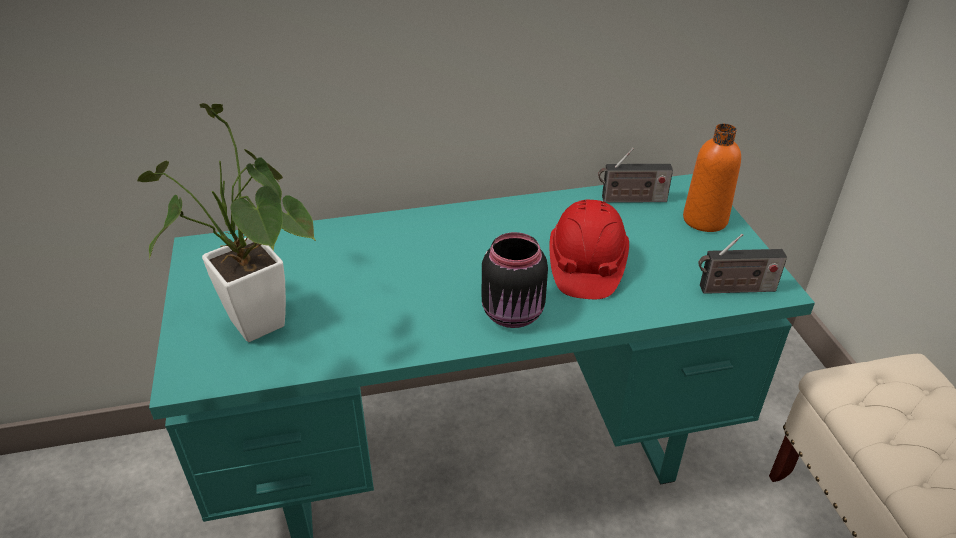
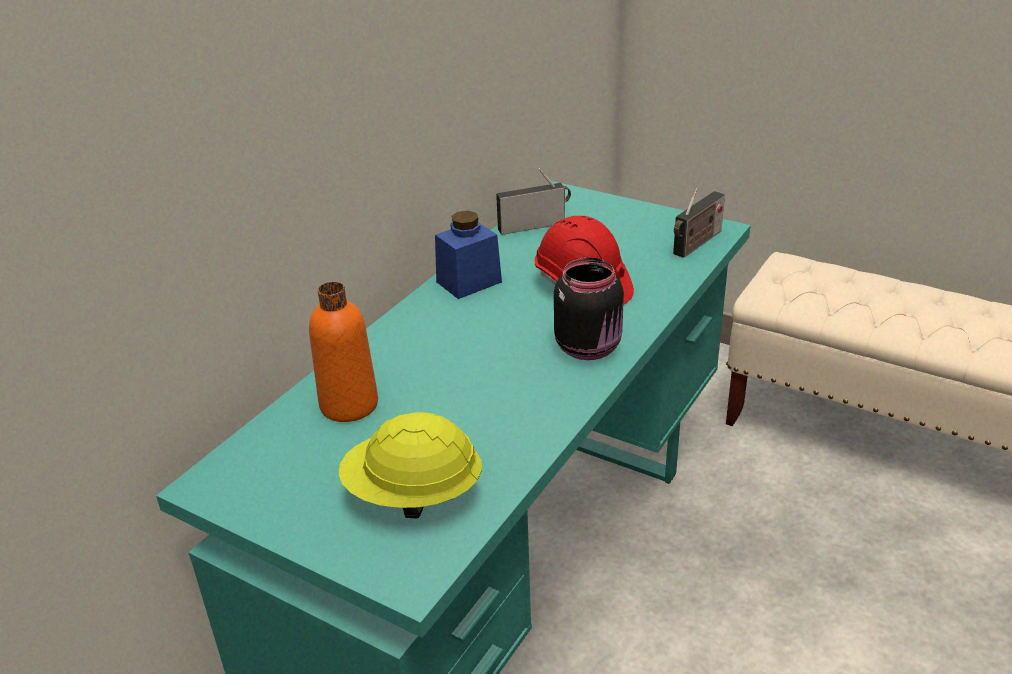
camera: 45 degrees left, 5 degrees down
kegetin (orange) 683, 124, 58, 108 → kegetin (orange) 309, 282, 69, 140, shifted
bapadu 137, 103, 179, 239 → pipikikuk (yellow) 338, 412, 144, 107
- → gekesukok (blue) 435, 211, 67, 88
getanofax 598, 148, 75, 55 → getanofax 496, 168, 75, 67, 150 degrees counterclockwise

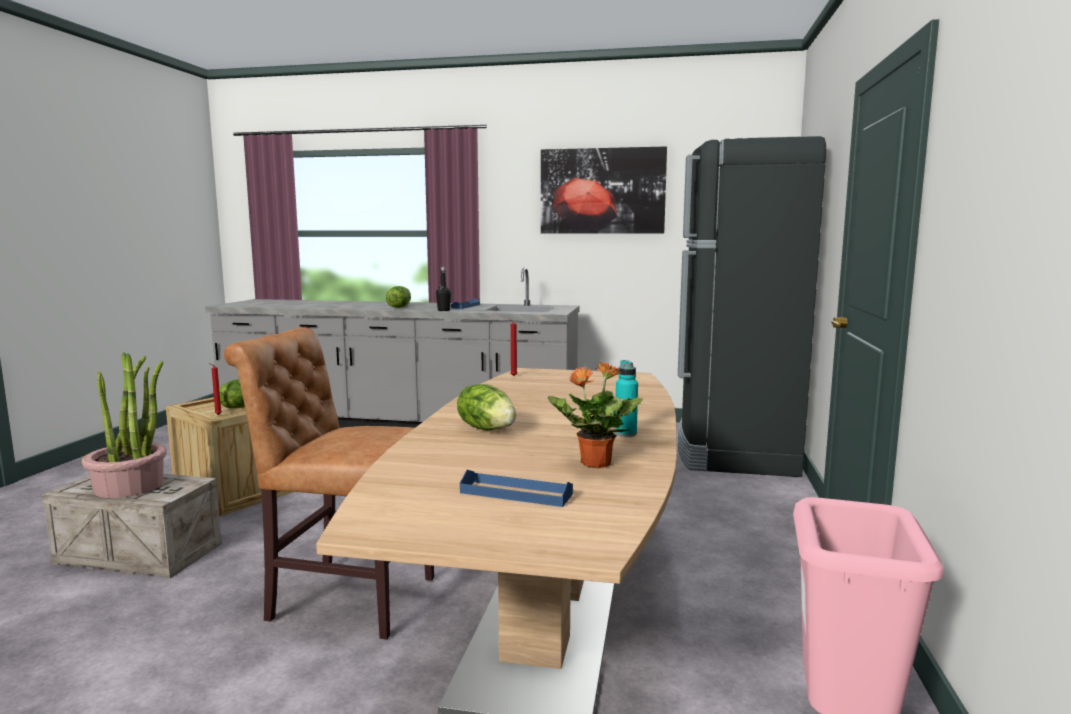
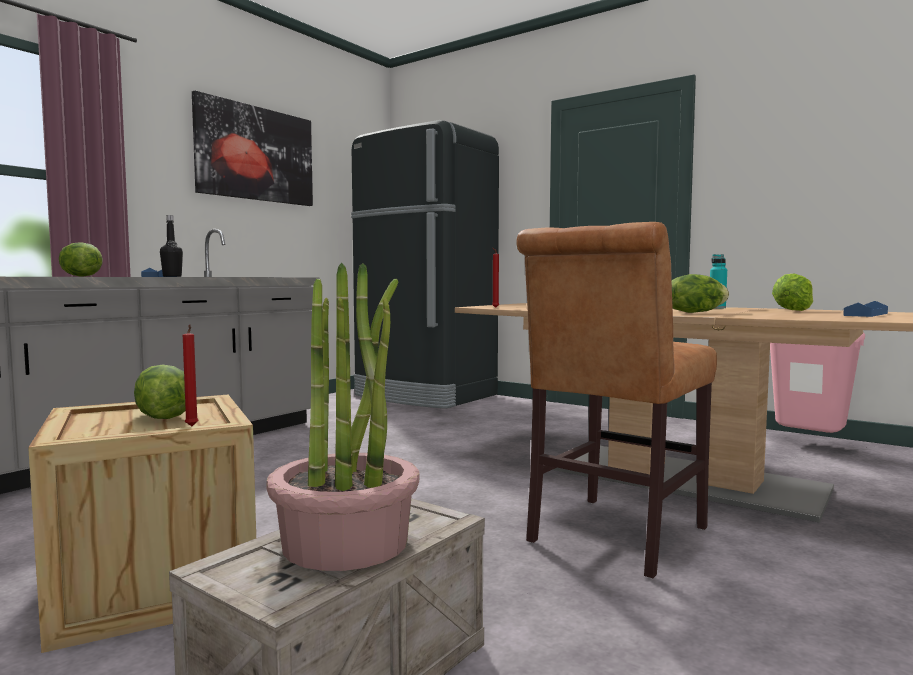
camera: 65 degrees left, 5 degrees down
bapadu 548, 362, 95, 106 → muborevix 772, 274, 41, 37

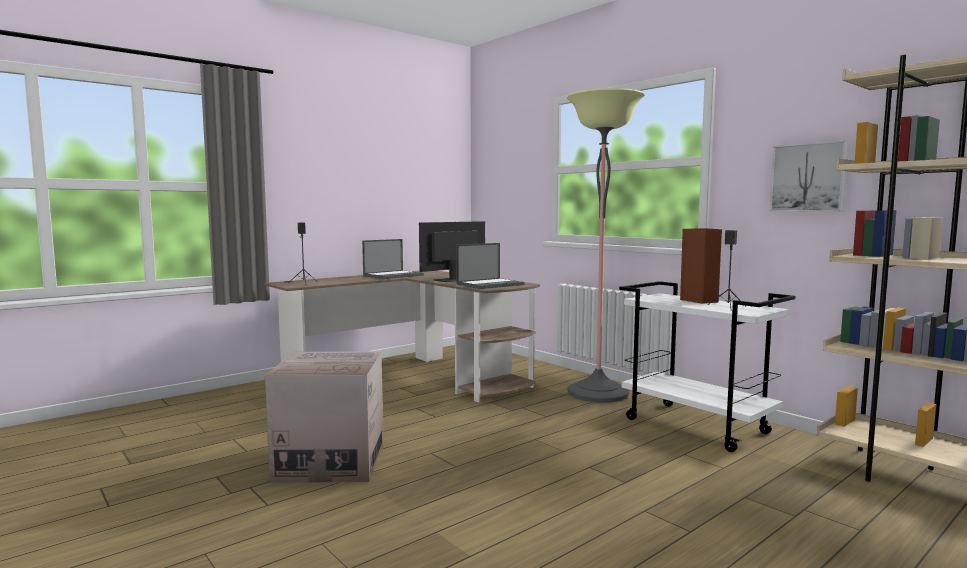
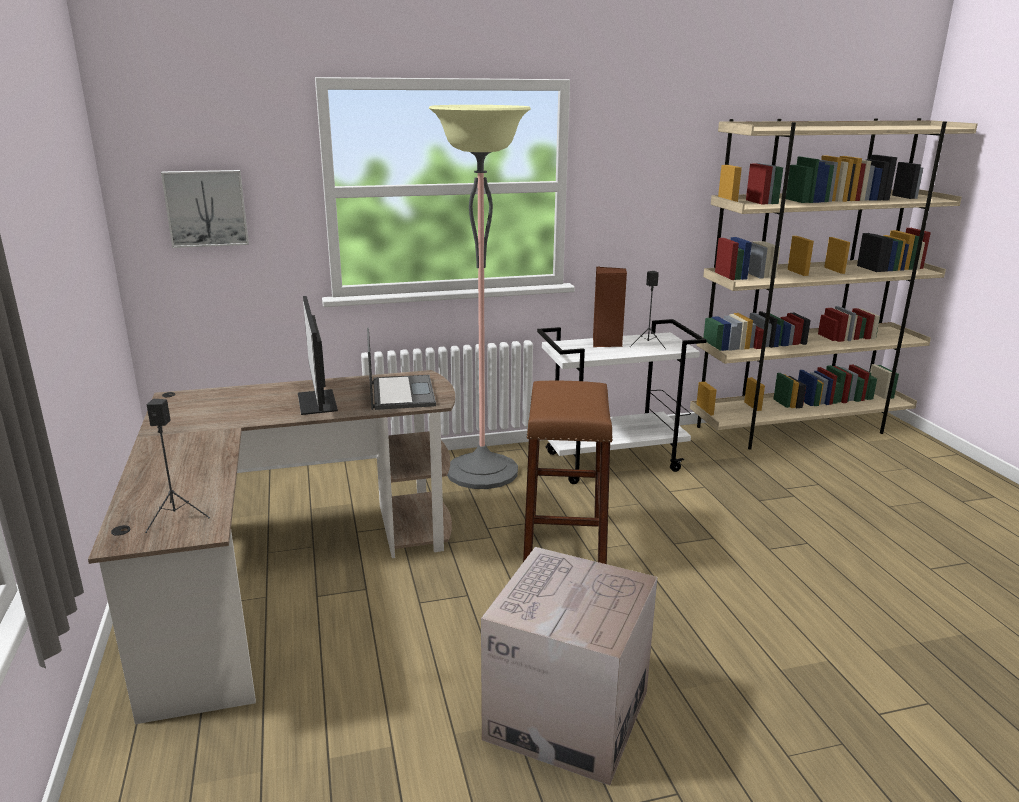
camera: 65 degrees left, 15 degrees up
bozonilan 770, 140, 78, 72 → bozonilan 161, 170, 88, 78, shifted
- → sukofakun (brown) 523, 380, 90, 184
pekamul 362, 239, 62, 40 → -

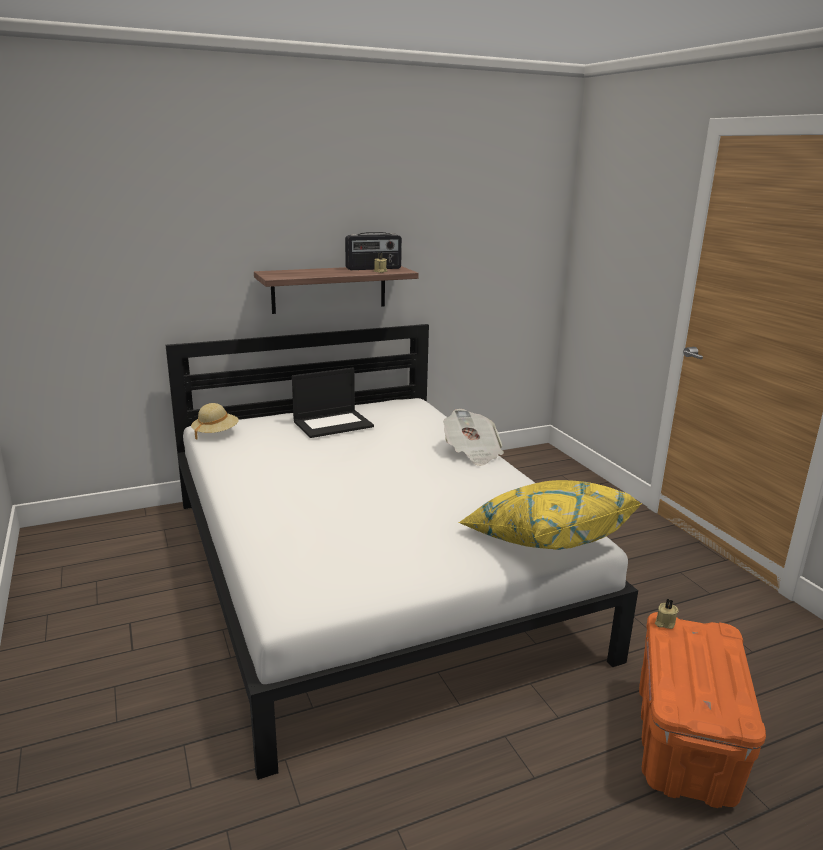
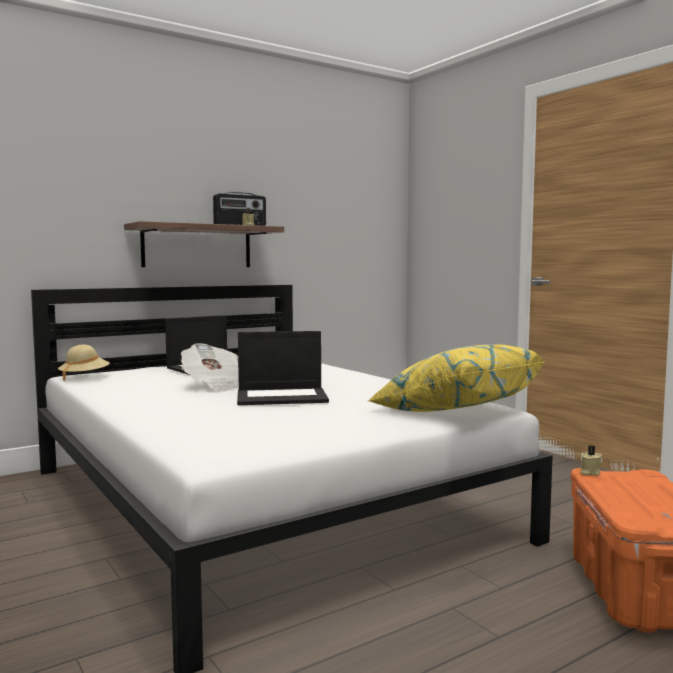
camera: 10 degrees left, 15 degrees down
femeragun 443, 409, 61, 57 → femeragun 181, 343, 58, 49, shifted
- → pekamul 237, 331, 92, 74

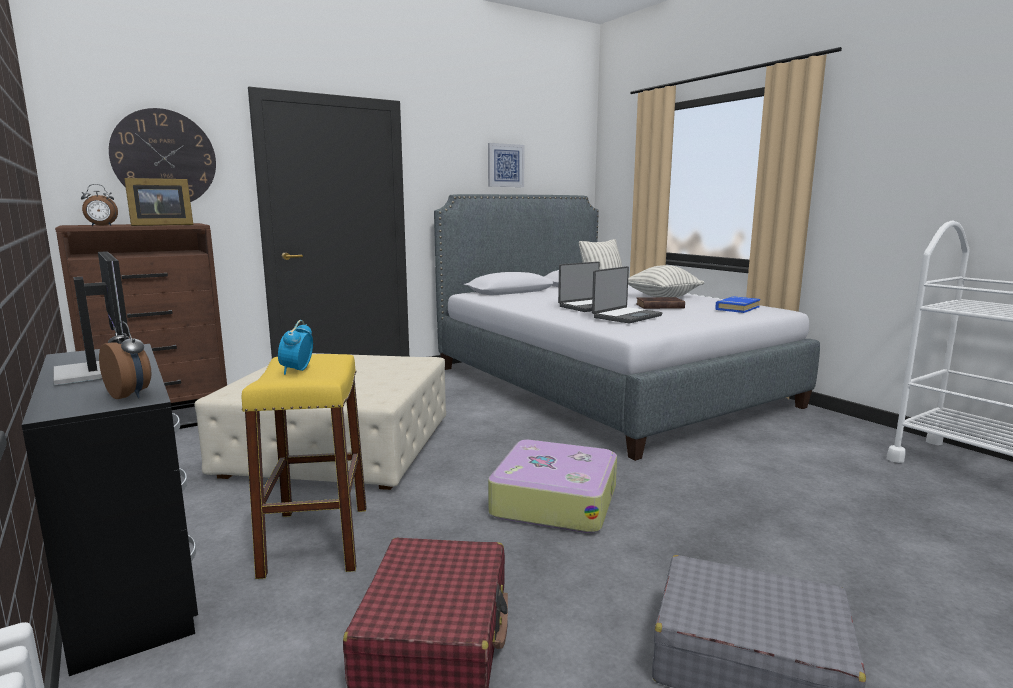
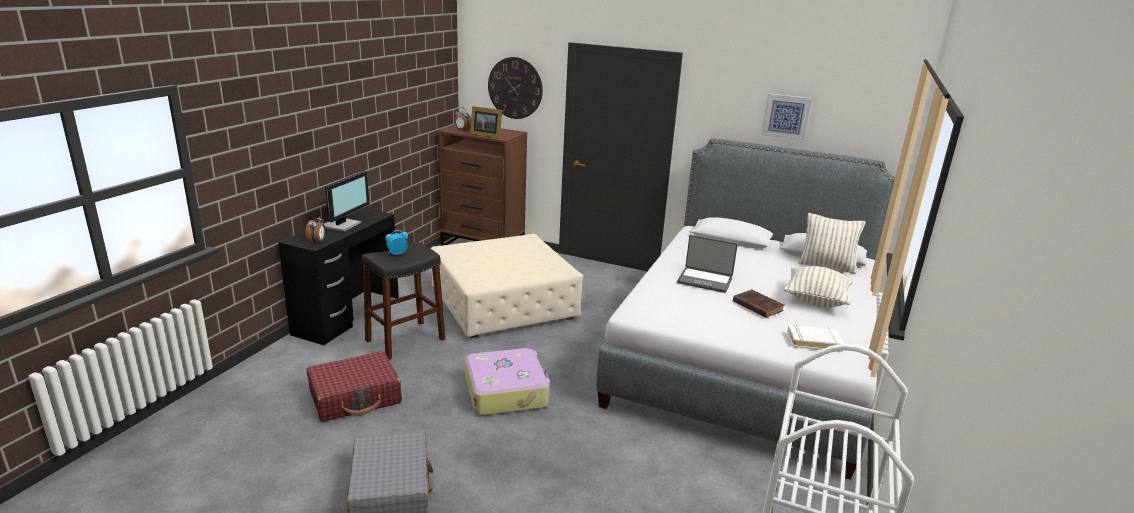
camera: 55 degrees right, 10 degrees up
sukofakun (yellow) 242, 354, 125, 225 → sukofakun (black) 361, 242, 84, 117
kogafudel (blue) 715, 296, 45, 17 → kogafudel (white) 787, 325, 57, 27
pekamul 592, 266, 70, 57 → -

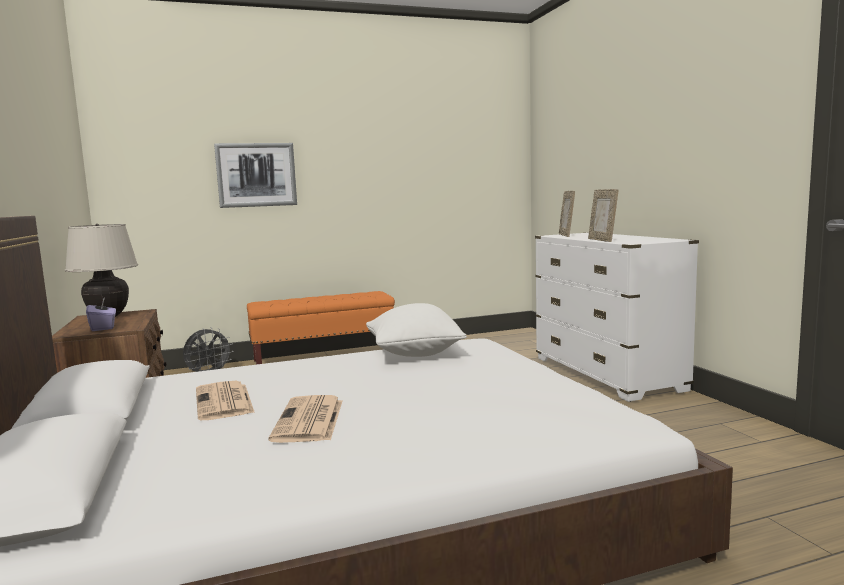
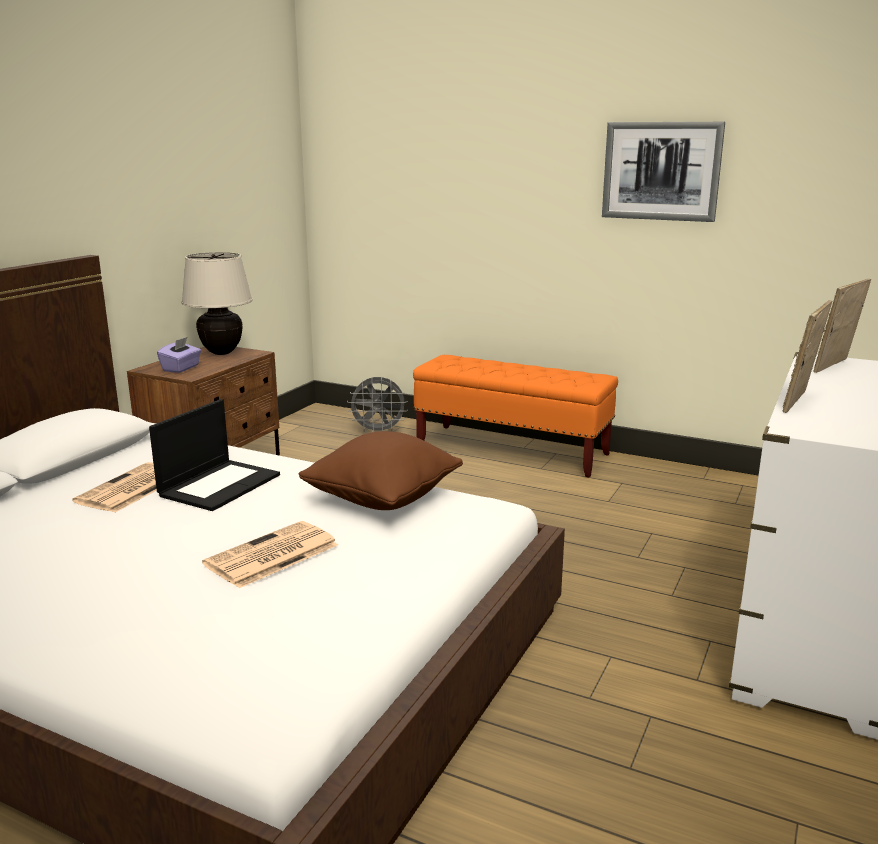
camera: 45 degrees right, 10 degrees up
- → pekamul 149, 399, 131, 112
femeragun 269, 395, 73, 48 → femeragun 202, 521, 136, 67, shifted
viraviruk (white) 366, 303, 101, 54 → viraviruk (brown) 299, 431, 164, 79
bozonilan 214, 143, 83, 65 → bozonilan 602, 122, 123, 100, shifted

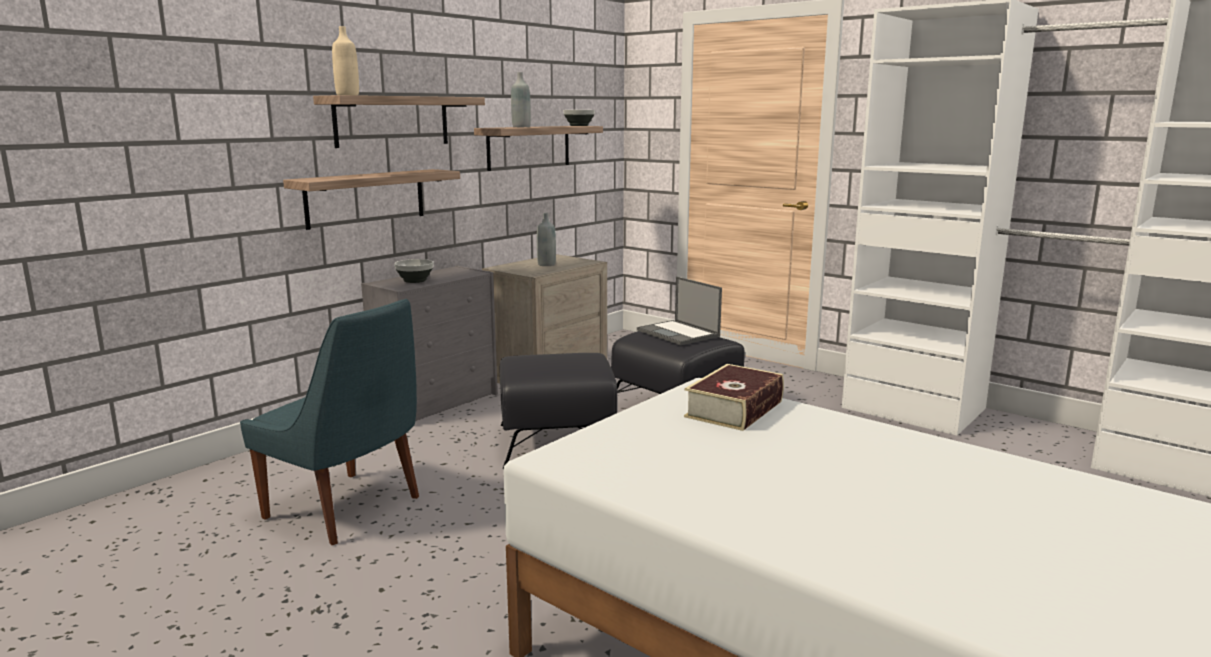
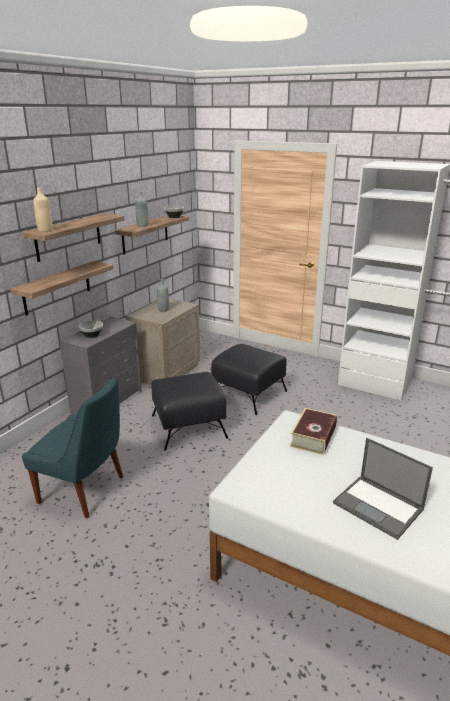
camera: 10 degrees left, 10 degrees up
pekamul 637, 276, 85, 69 → pekamul 333, 438, 100, 102, shifted

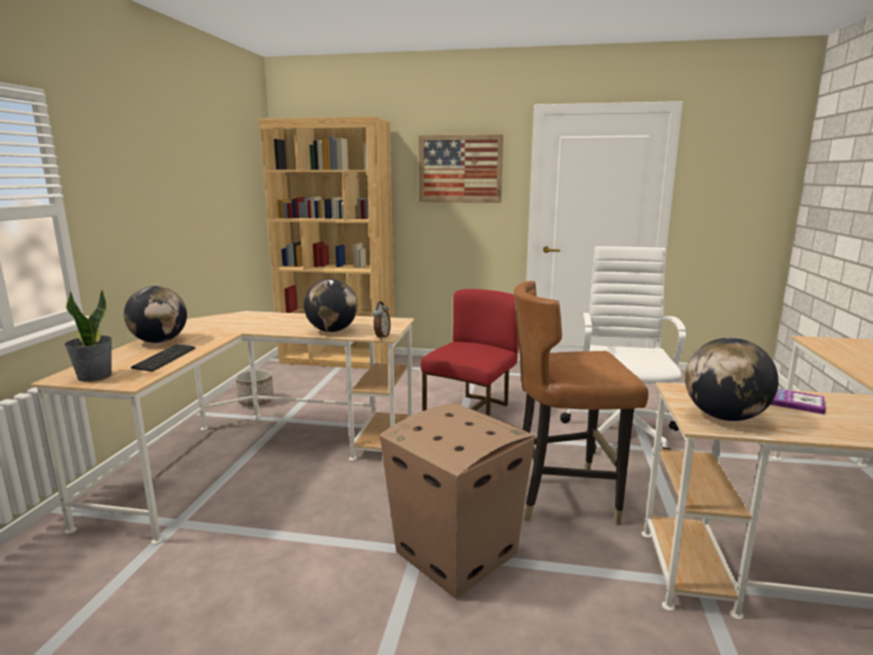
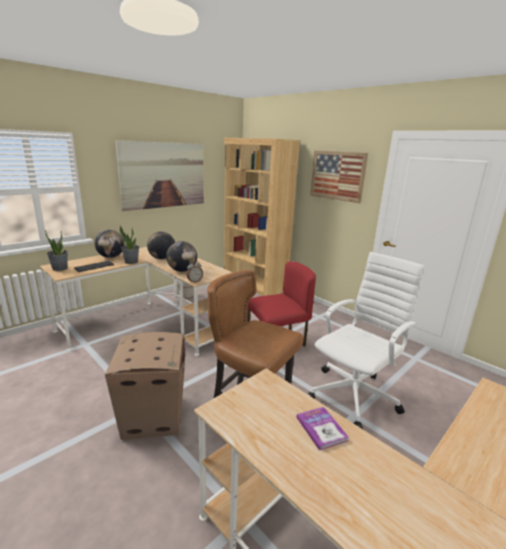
camera: 35 degrees right, 5 degrees up
- → bozonilan 115, 140, 89, 71
- → bapadu 119, 225, 20, 39
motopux 685, 338, 94, 83 → motopux 147, 231, 28, 28, shifted

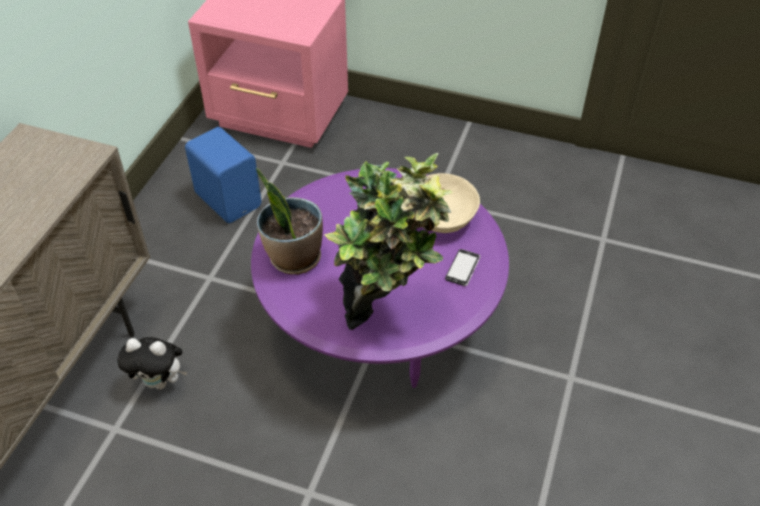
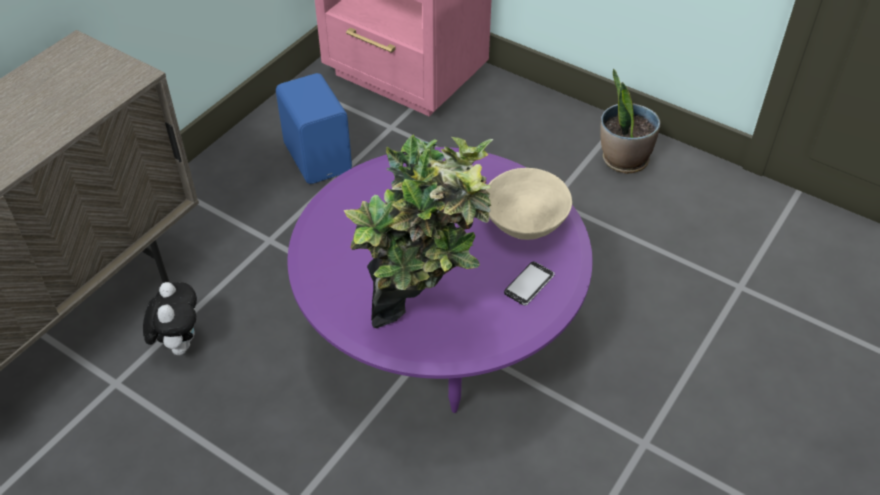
camera: 15 degrees right, 0 degrees up
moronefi 117, 337, 70, 53 → moronefi 143, 282, 54, 73, 120 degrees counterclockwise
bapadu 256, 168, 67, 107 → bapadu 600, 69, 60, 105, shifted

